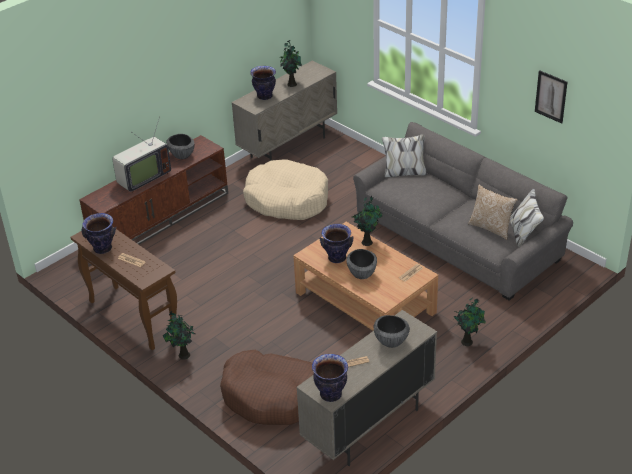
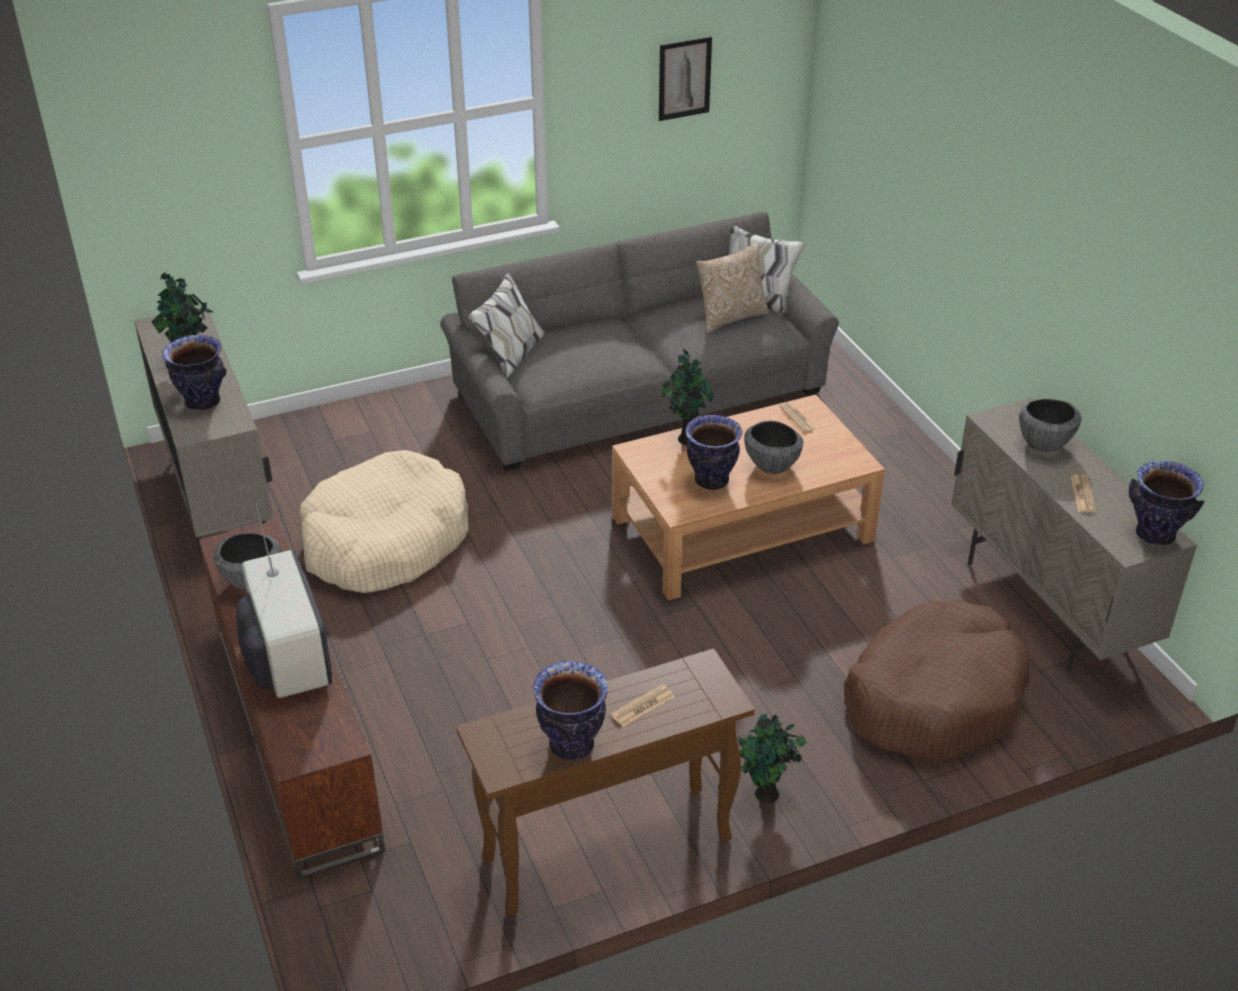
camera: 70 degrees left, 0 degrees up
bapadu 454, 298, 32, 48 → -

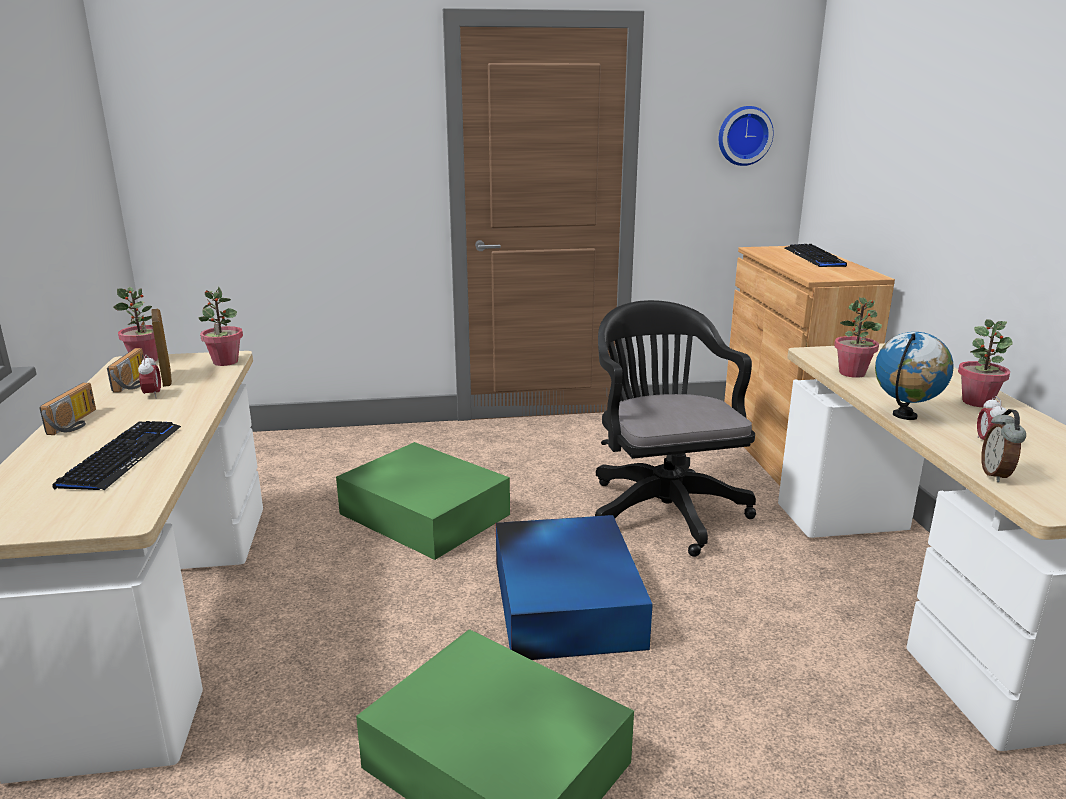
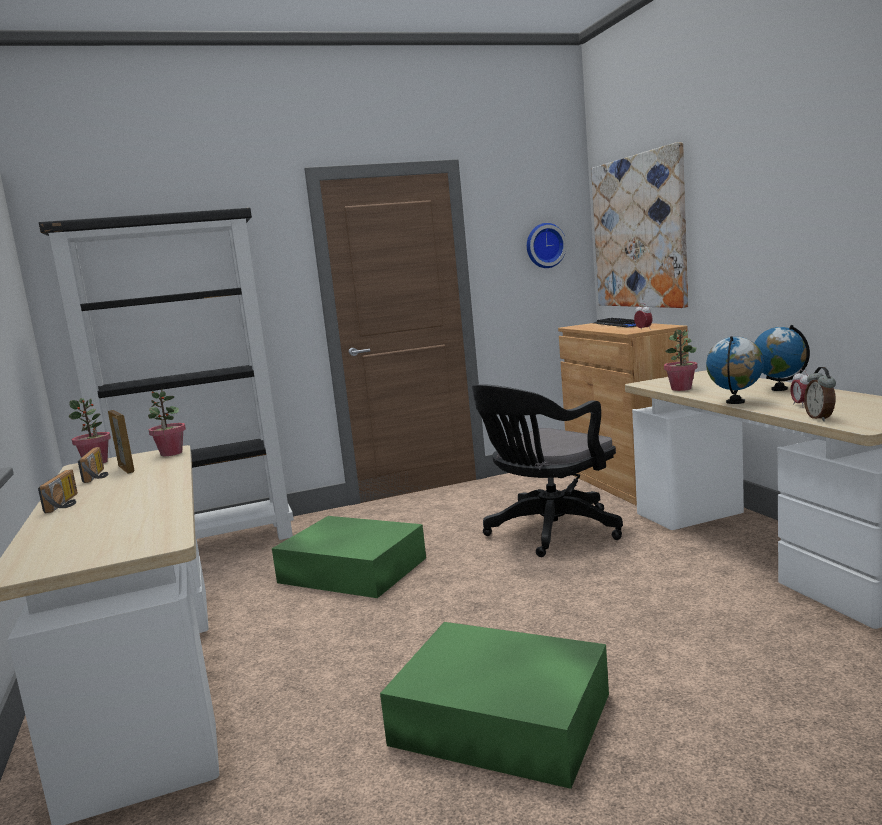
camera: 10 degrees left, 10 degrees down
- → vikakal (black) 39, 208, 255, 332
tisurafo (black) 595, 300, 161, 257 → tisurafo (black) 472, 384, 151, 173, 105 degrees counterclockwise
- → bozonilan 591, 142, 97, 166
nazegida 138, 354, 23, 45 → nazegida 634, 304, 19, 26, shifted
bapadu 958, 319, 55, 88 → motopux 754, 325, 56, 66
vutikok 52, 421, 129, 69 → -
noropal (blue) 496, 515, 157, 145 → -

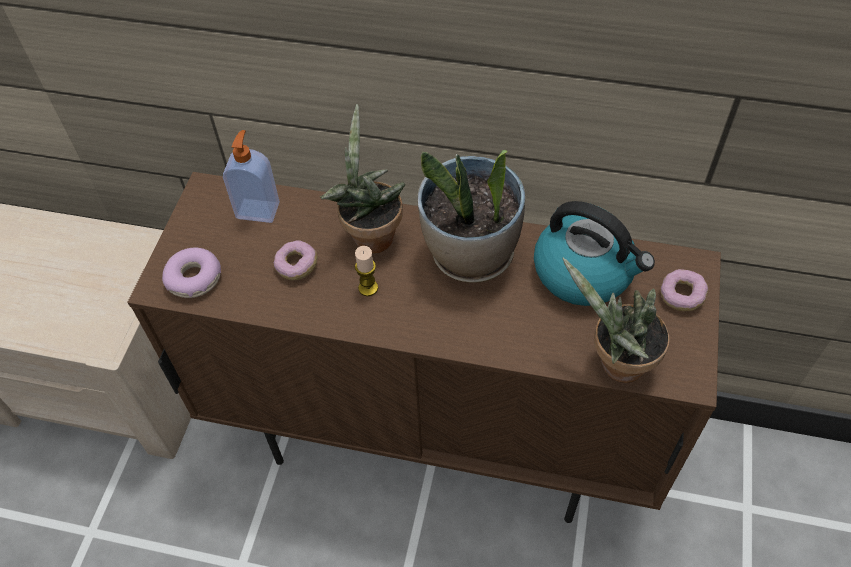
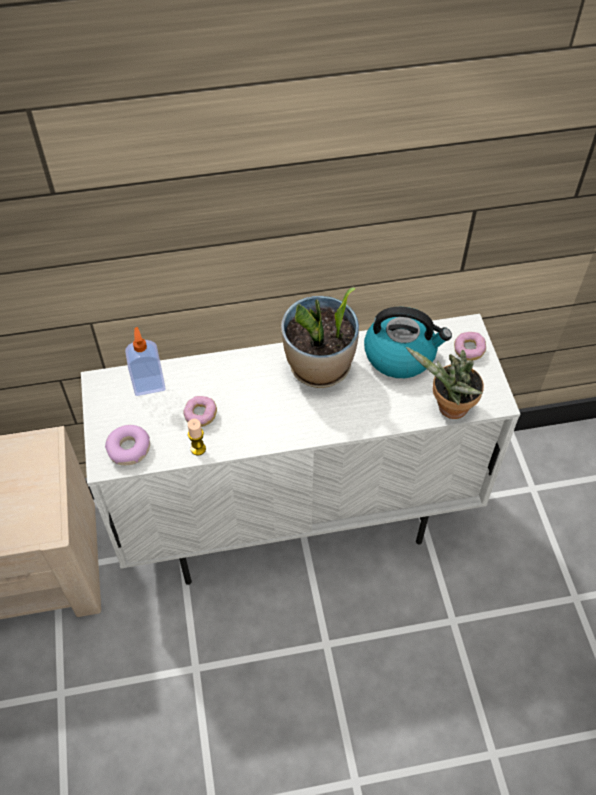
camera: 25 degrees left, 0 degrees up
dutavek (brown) 127, 172, 594, 351 → dutavek (white) 81, 314, 439, 271
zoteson 355, 246, 23, 50 → zoteson 188, 419, 18, 37, shifted
bapadu 320, 104, 85, 150 → -

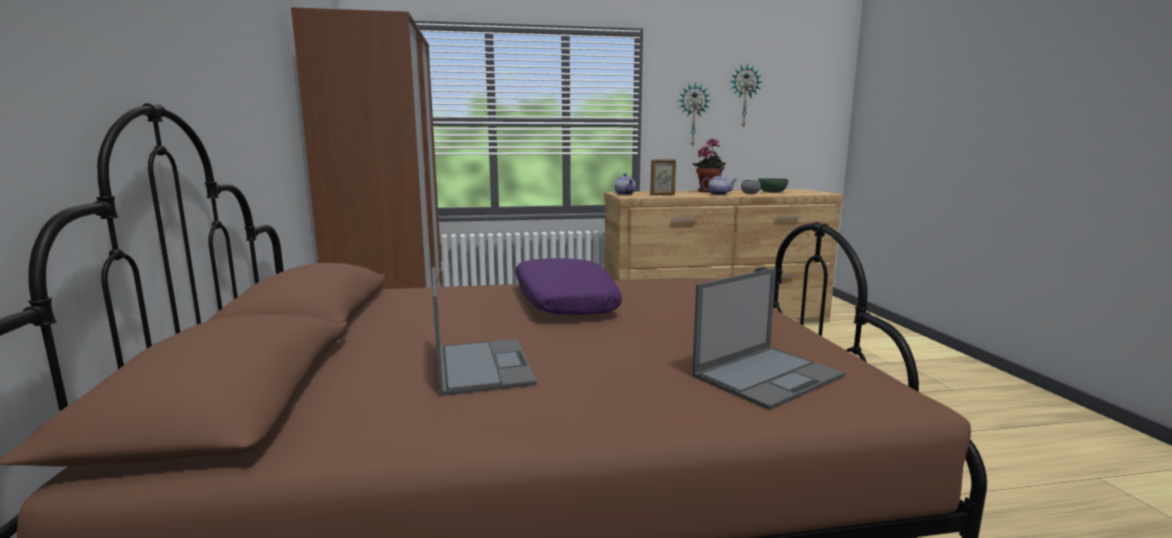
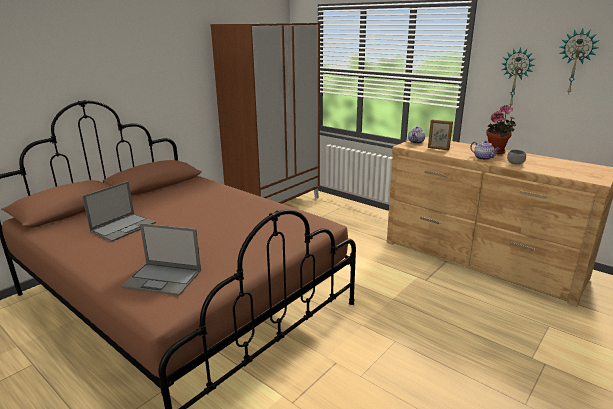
camera: 50 degrees right, 10 degrees up
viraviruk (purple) 515, 258, 107, 57 → -
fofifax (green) 758, 178, 30, 15 → -

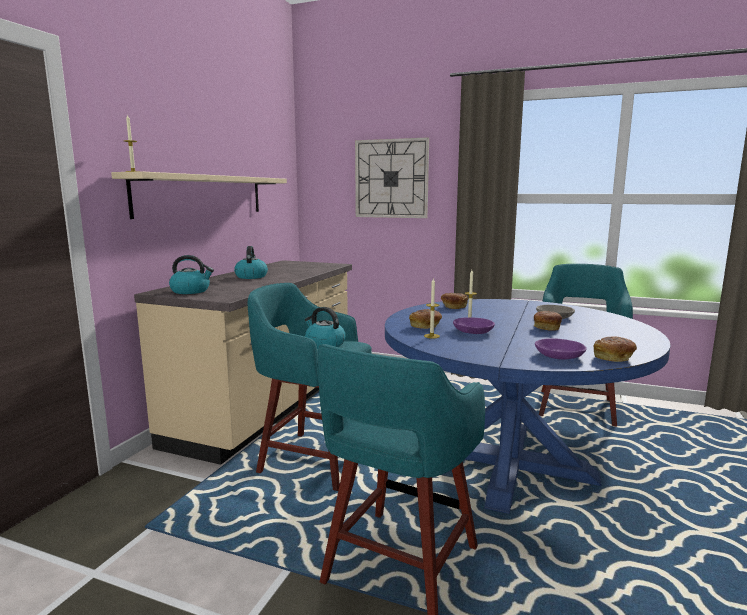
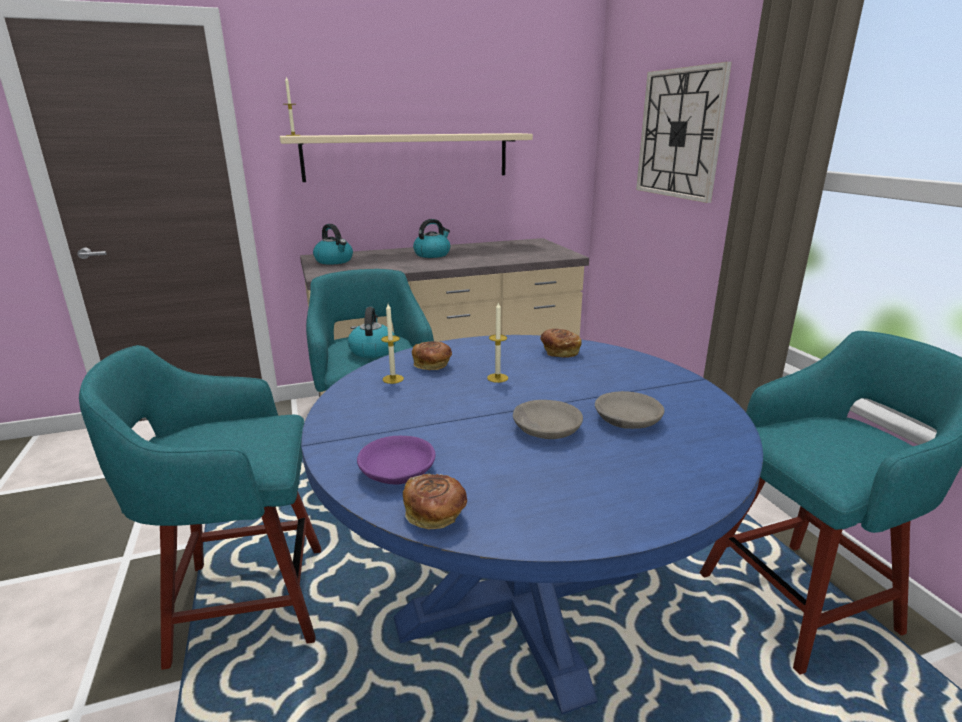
camera: 50 degrees right, 10 degrees up
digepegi 534, 311, 28, 19 → fofifax (grey) 513, 400, 70, 39
fofifax (purple) 453, 317, 42, 17 → -

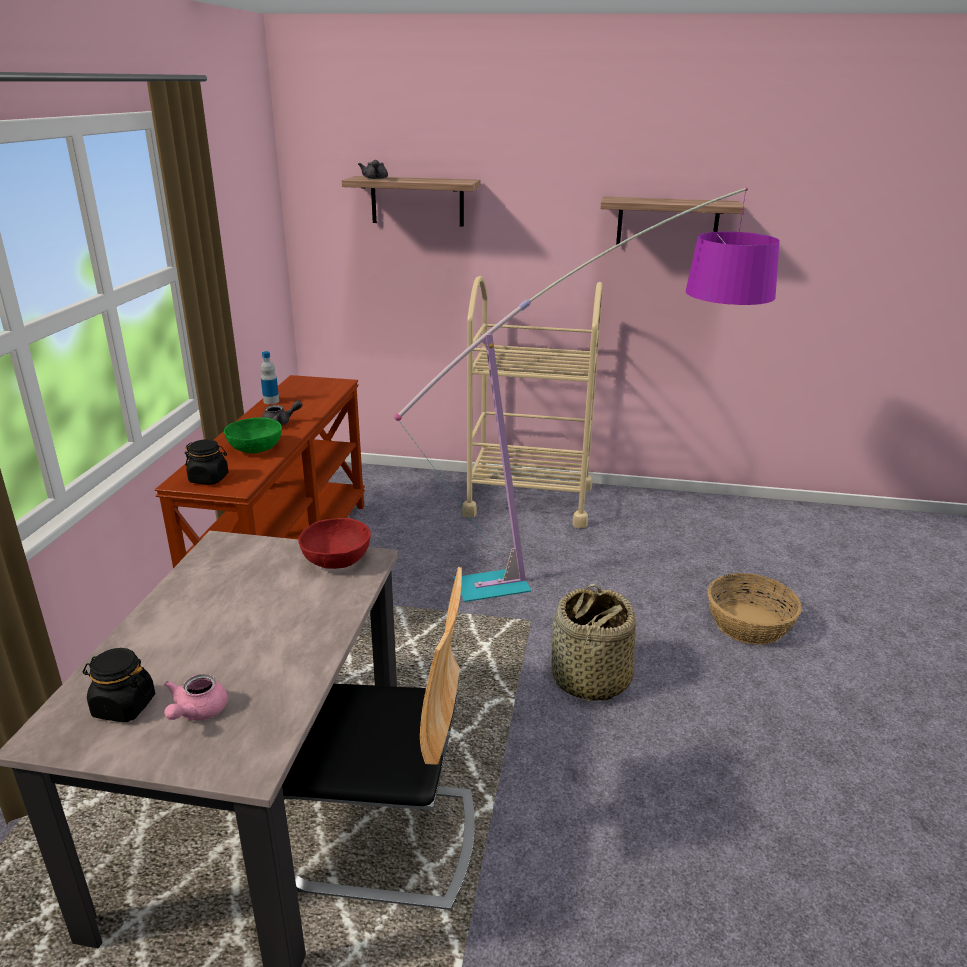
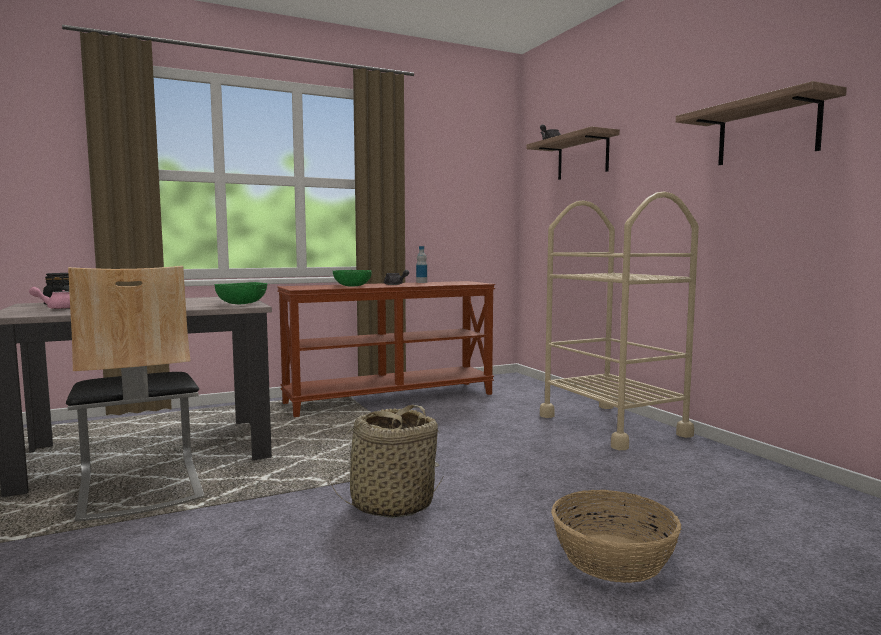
camera: 55 degrees right, 20 degrees down
fofifax (red) 298, 518, 73, 51 → fofifax (green) 215, 282, 52, 22
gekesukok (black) 185, 439, 43, 45 → -
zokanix 394, 187, 386, 415 → -

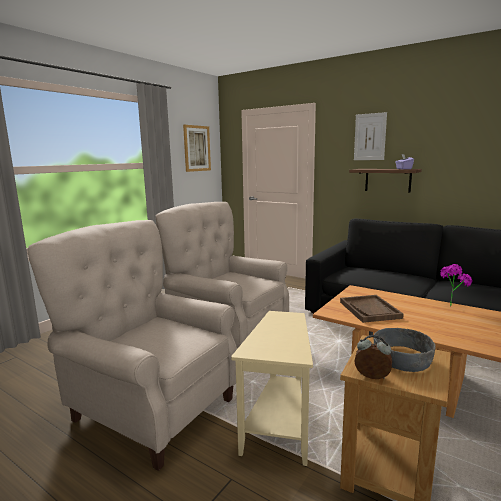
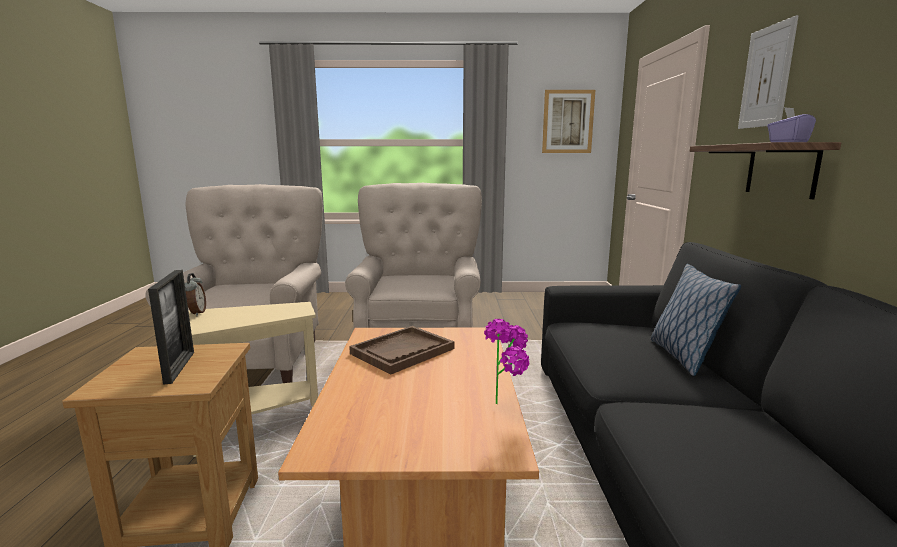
camera: 55 degrees right, 0 degrees up
fofifax (grey) 374, 328, 62, 44 → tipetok 148, 270, 46, 115
nazegida 355, 335, 37, 44 → nazegida 185, 273, 21, 43, shifted
- → viraviruk 651, 264, 90, 112

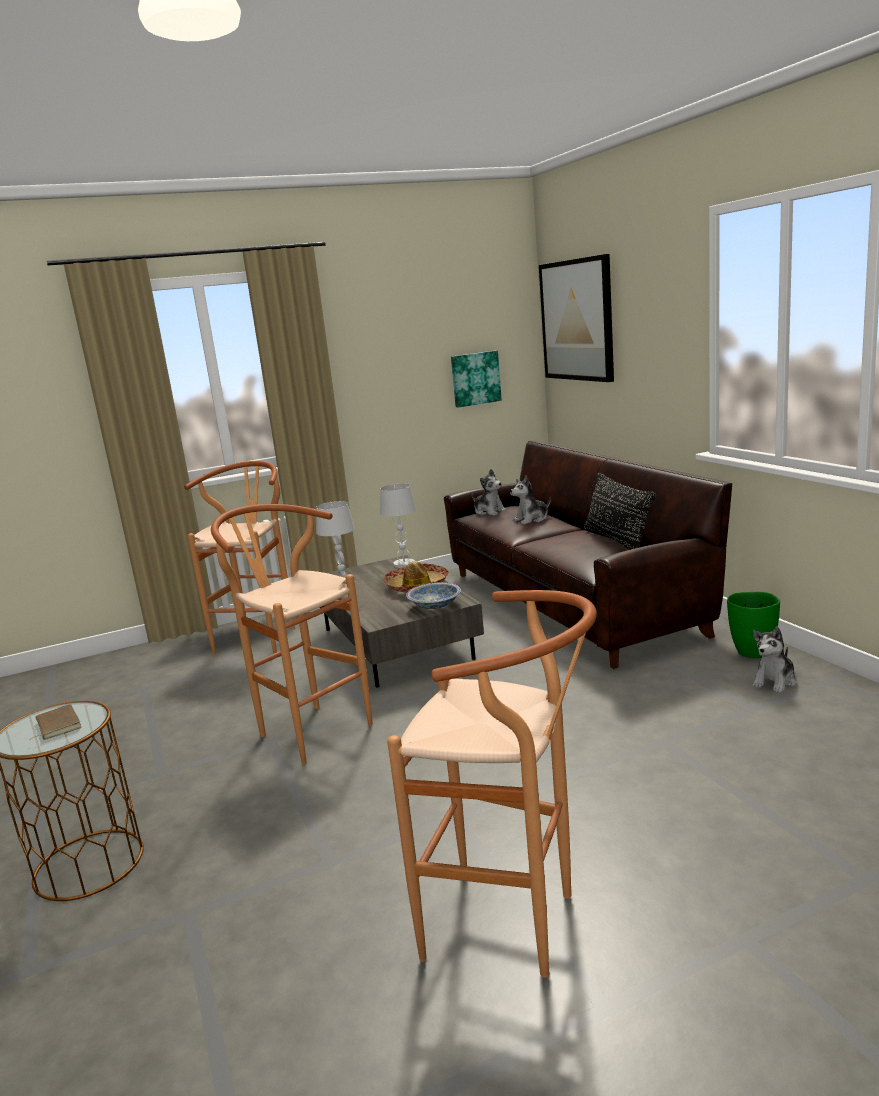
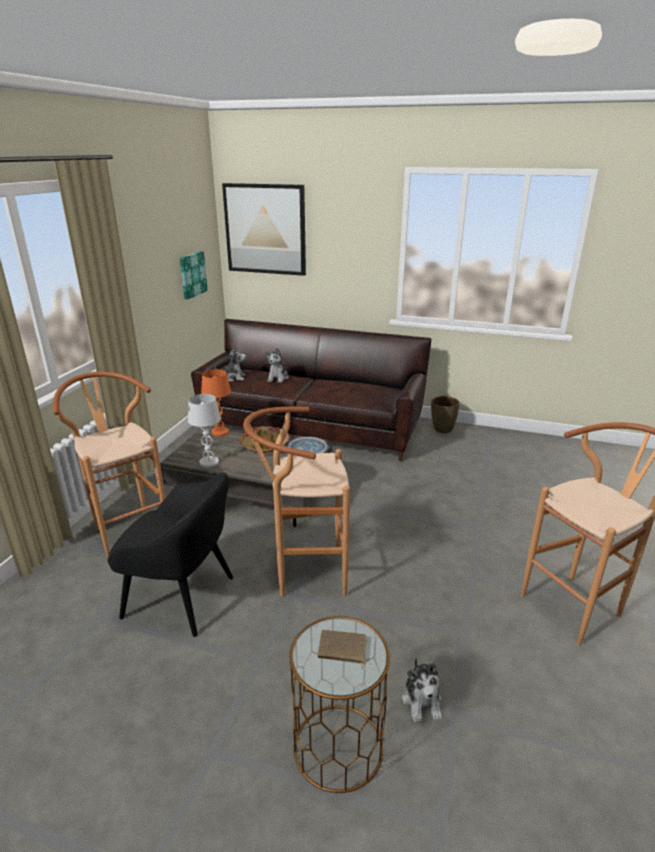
camera: 50 degrees left, 10 degrees up
- → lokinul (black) 108, 472, 125, 165
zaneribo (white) 380, 484, 36, 84 → zaneribo (orange) 201, 369, 30, 67
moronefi 753, 626, 44, 67 → moronefi 402, 658, 40, 64, shifted
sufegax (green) 727, 592, 53, 66 → sufegax (brown) 431, 396, 29, 37
viraviruk (black) 584, 473, 72, 77 → -

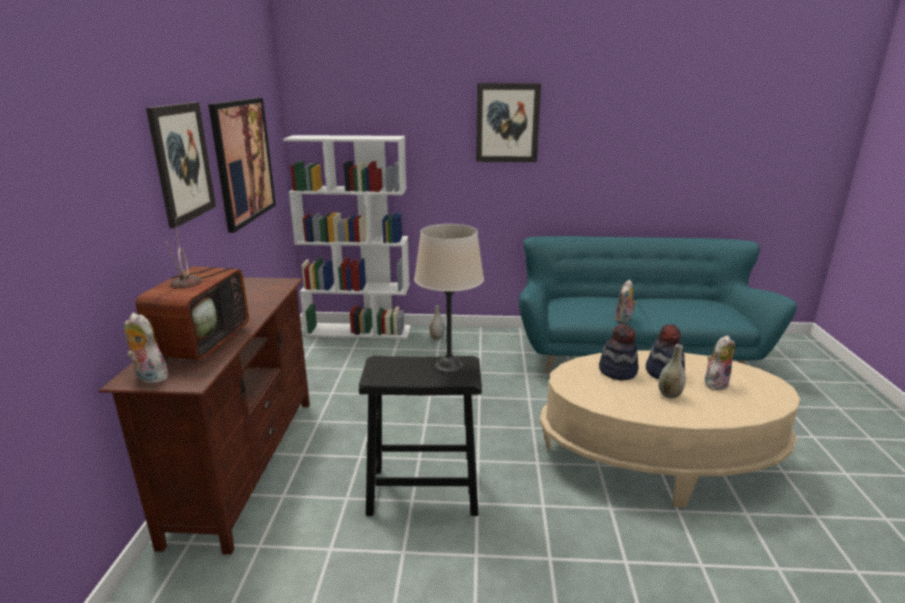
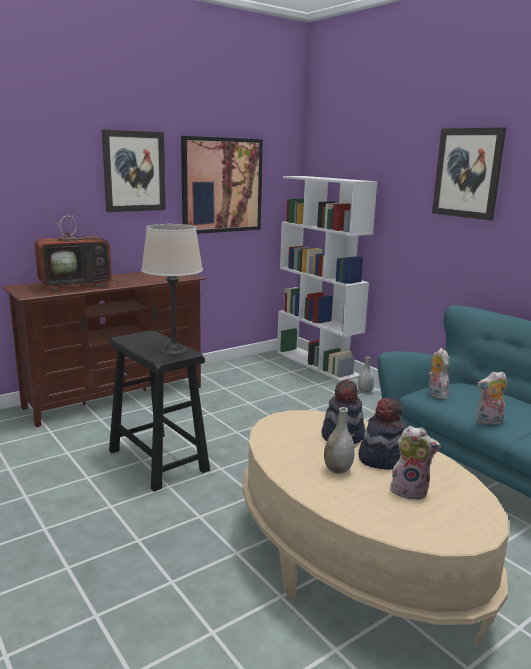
camera: 50 degrees right, 5 degrees down
moronefi 124, 313, 44, 71 → moronefi 428, 348, 21, 51, shifted

